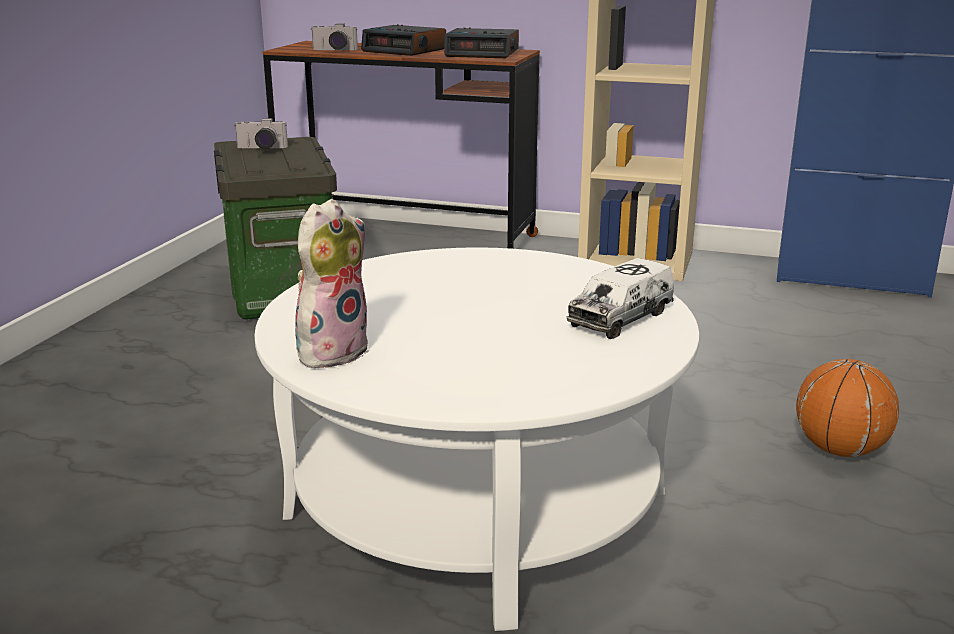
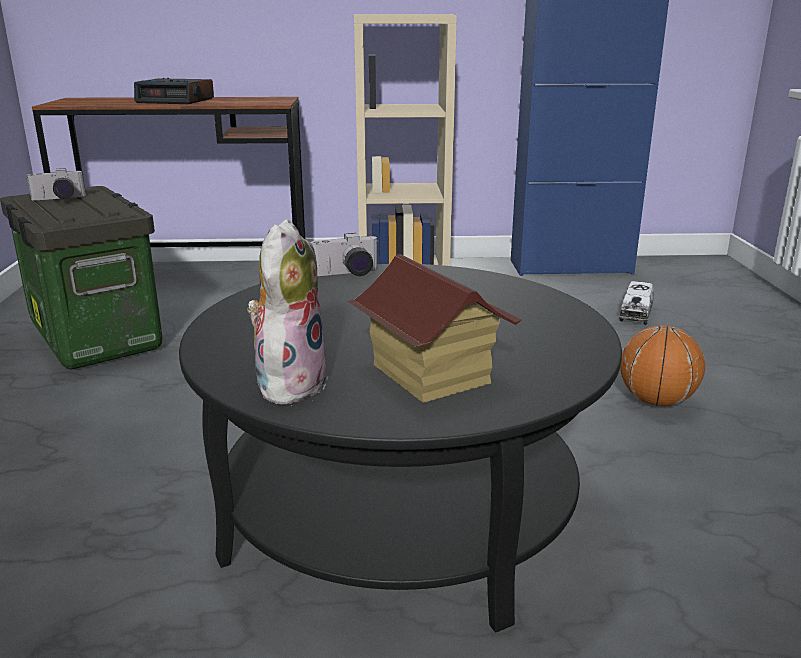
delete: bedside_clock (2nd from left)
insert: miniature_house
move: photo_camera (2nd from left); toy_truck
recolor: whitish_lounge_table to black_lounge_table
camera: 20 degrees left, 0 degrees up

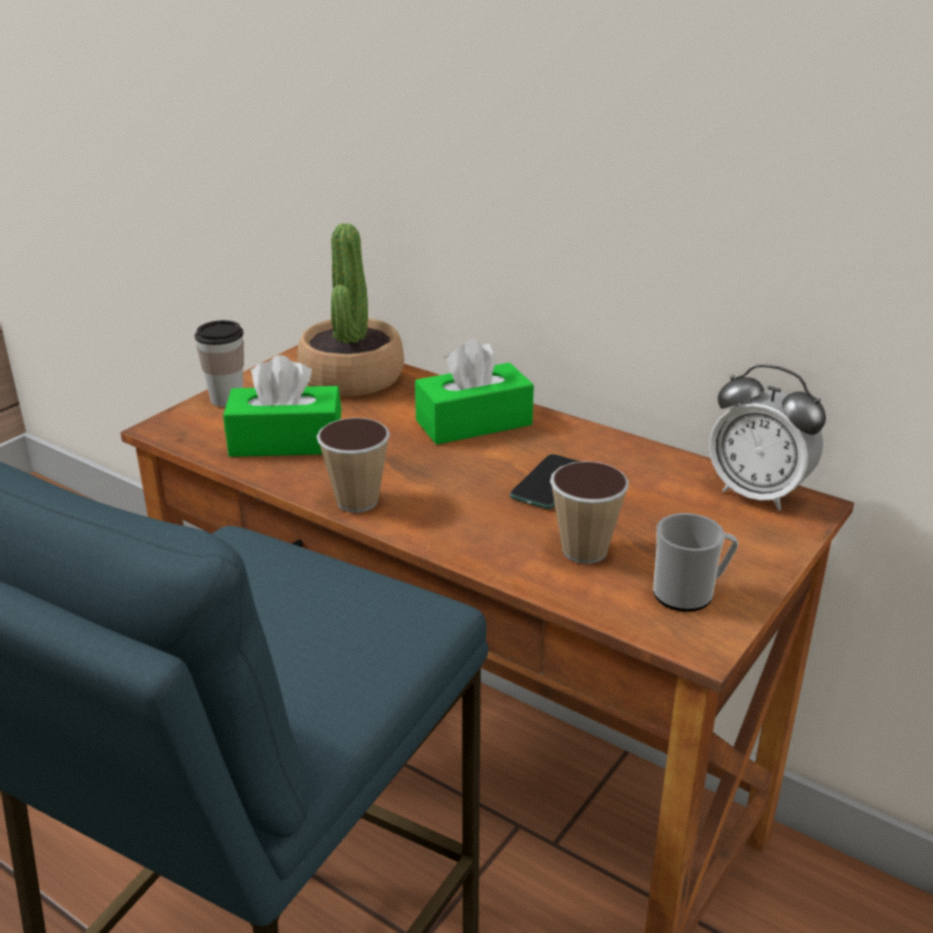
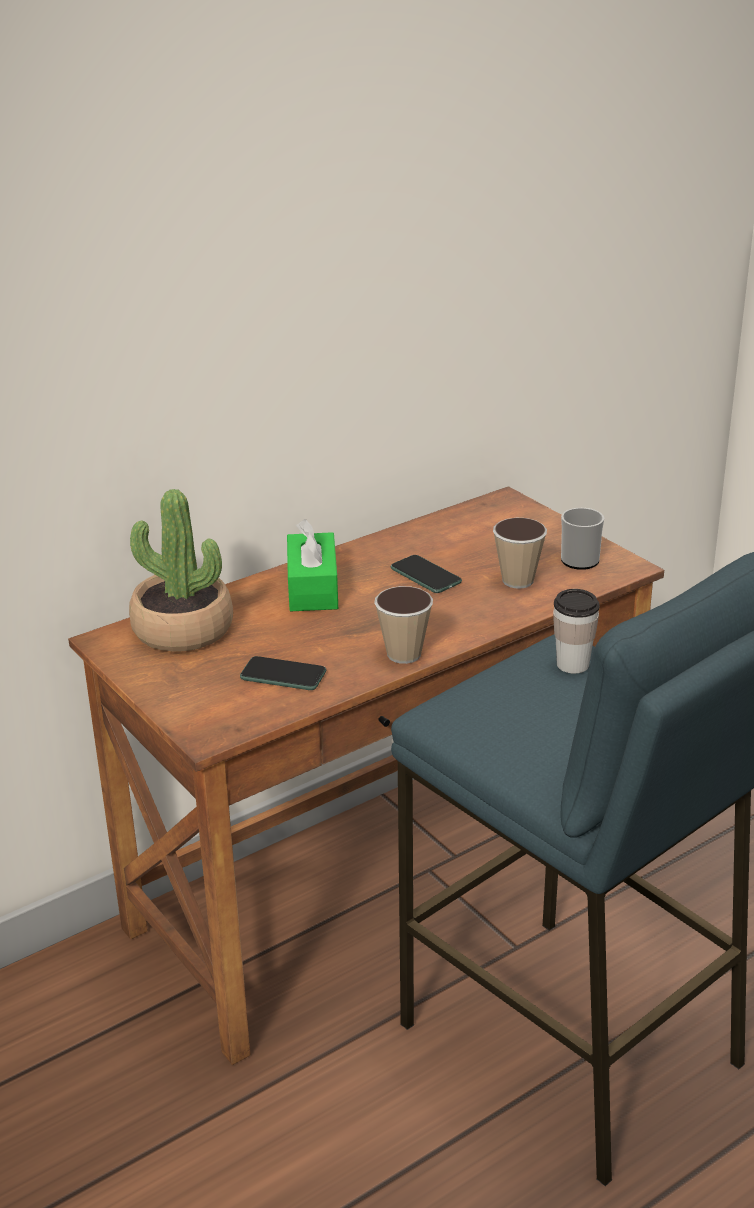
delete: bedside_clock
move: small_cup (1st from left in the first image) to small_cup (3rd from left)
replace: greenish_tissue_box (1st from left) to telephone (1st from left)
camera: 70 degrees left, 0 degrees up

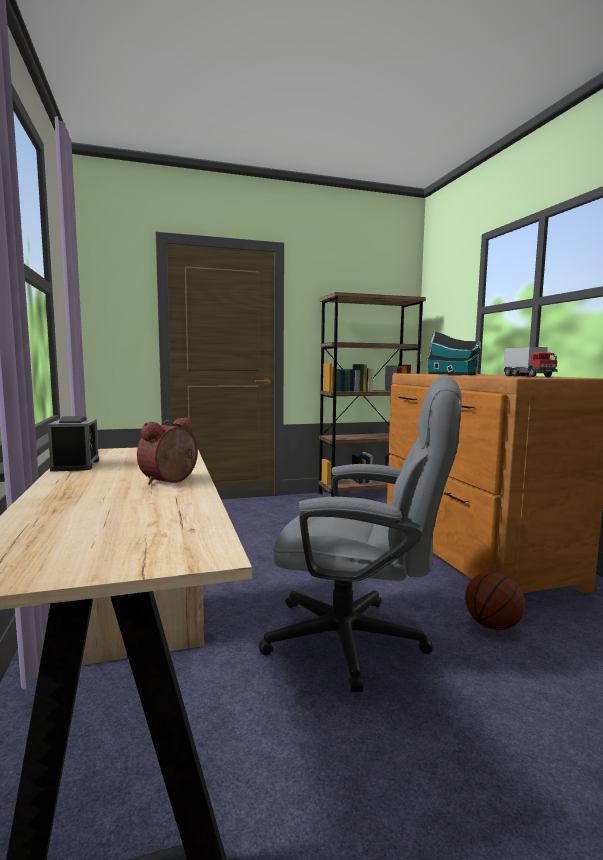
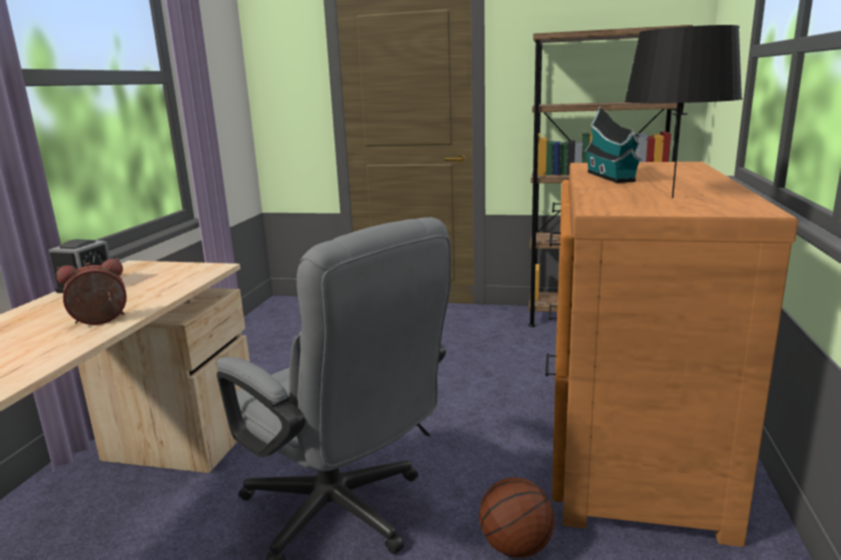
replace: toy_truck to black_lamp_for_a_table
camera: 30 degrees right, 10 degrees up

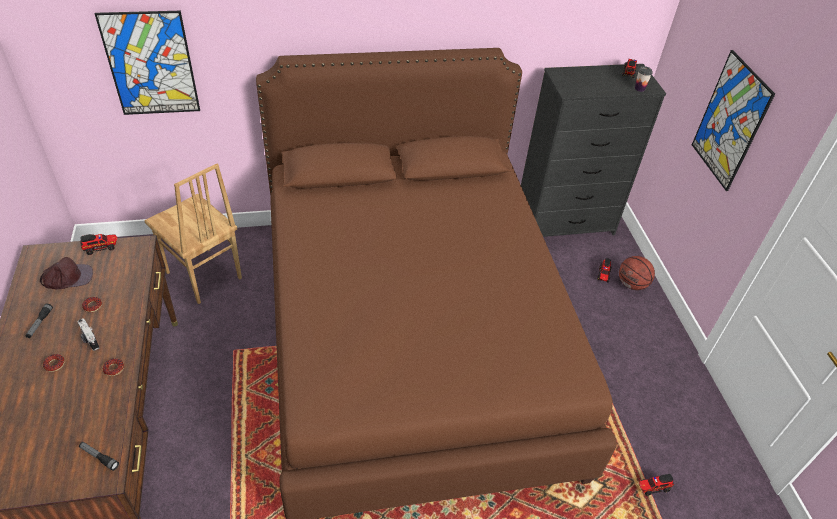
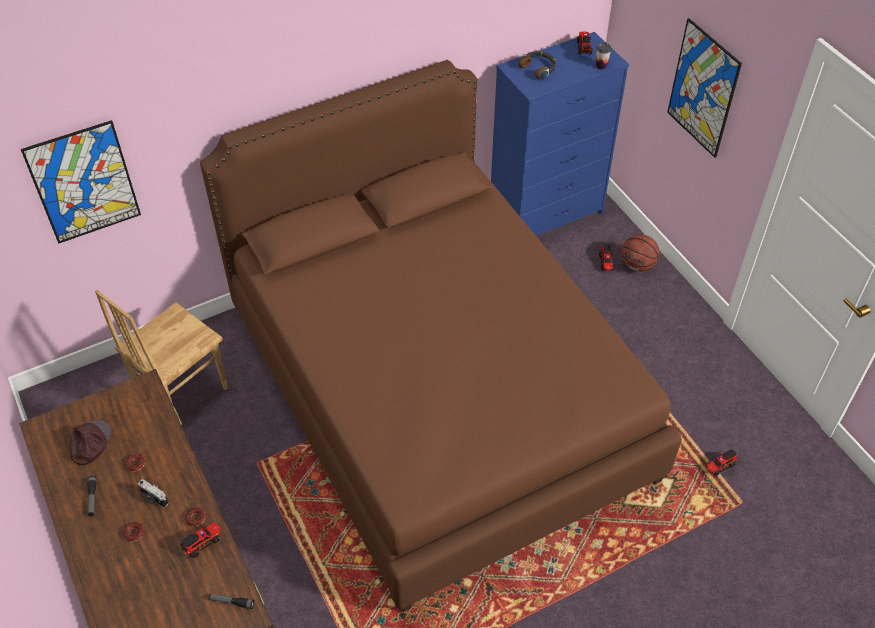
insert: headset
move: toy_truck (1st from left)
recolor: black_drawer_chest to bluish_drawer_chest
rotate: brownish_peaked_cap 45 degrees counterclockwise; brownish_chair 105 degrees clockwise
camera: 15 degrees left, 5 degrees up

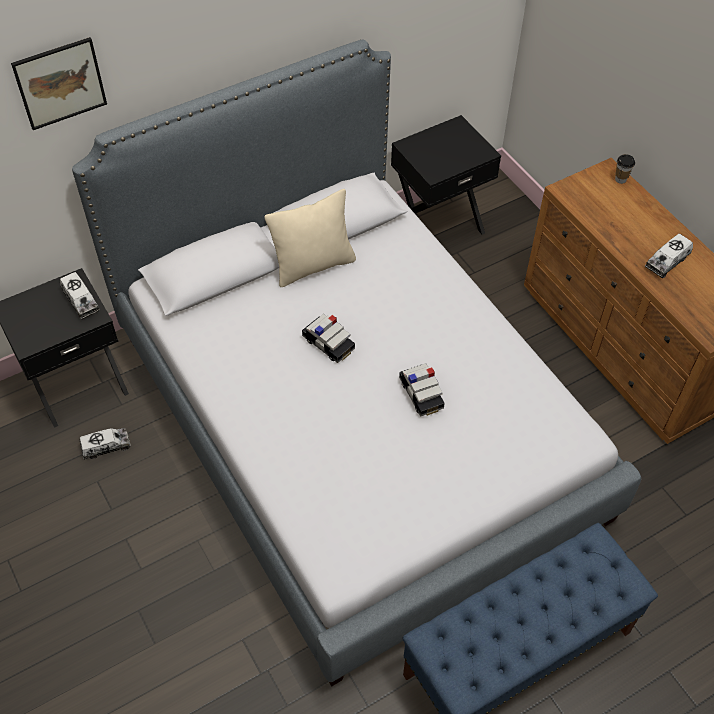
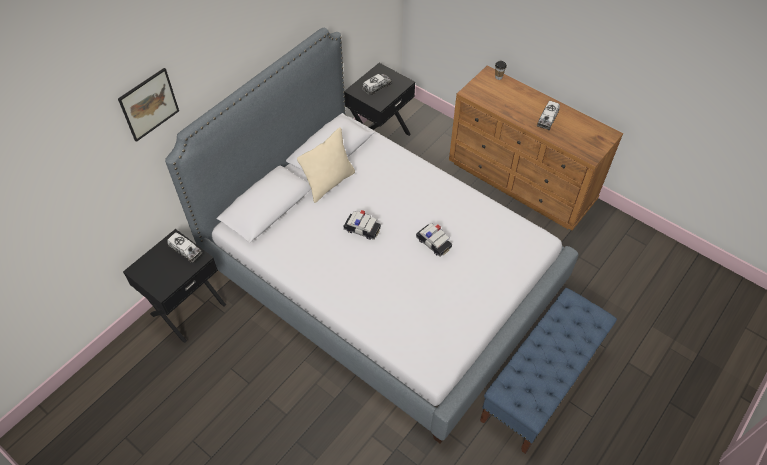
move: toy_truck (2nd from left)
camera: 20 degrees left, 0 degrees up

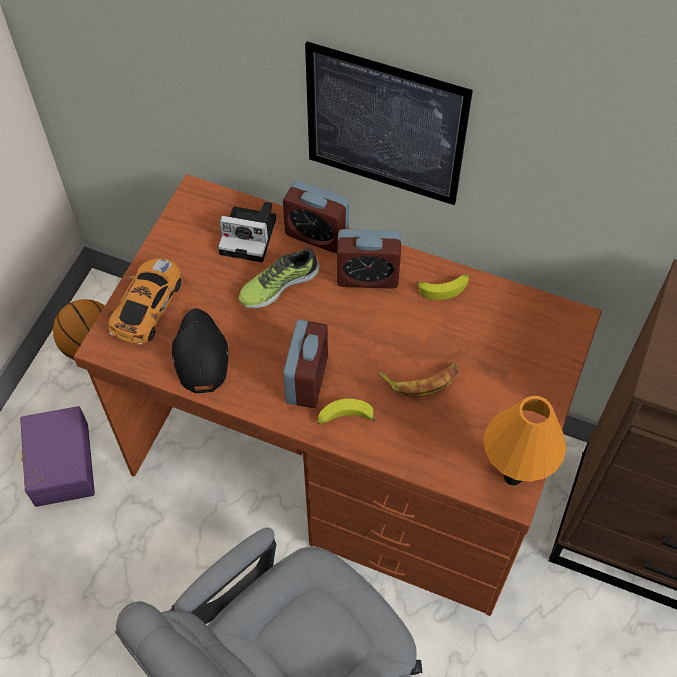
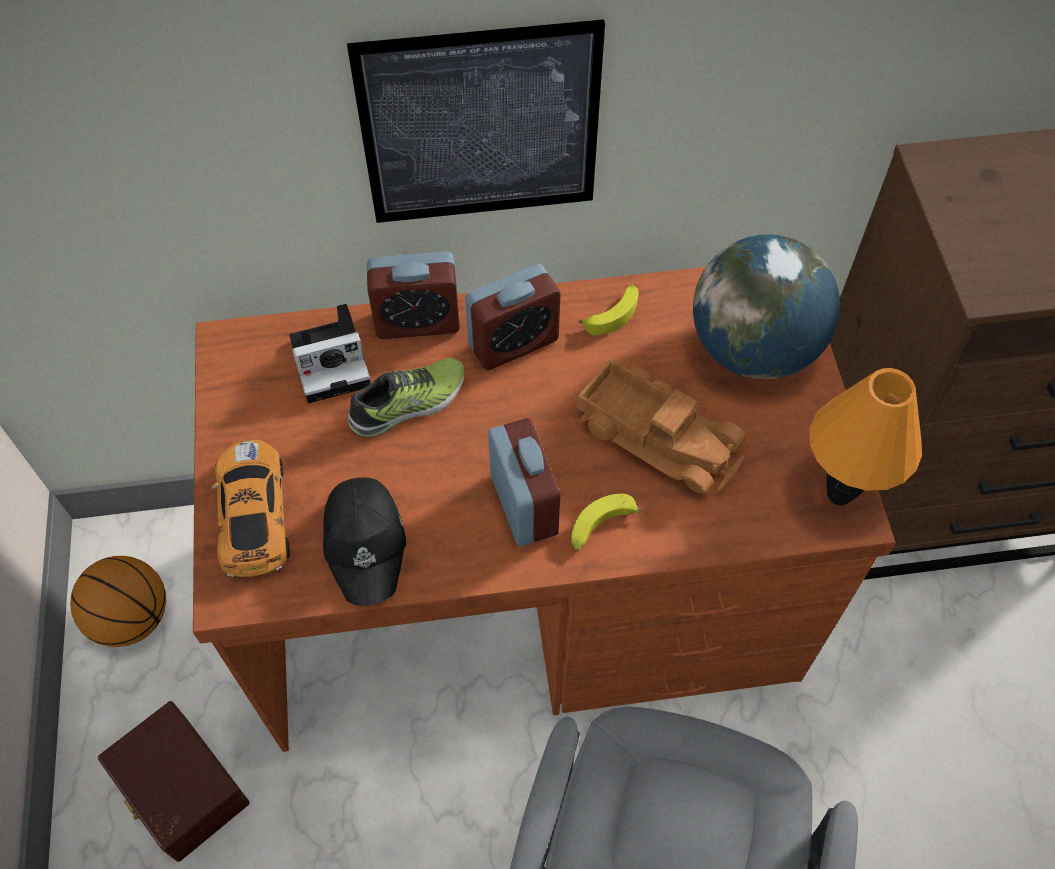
insert: globe
replace: banana_fruit (2nd from left) to toy_truck
recolor: purplish_storage_box to brownish_storage_box
rotate: black_peaked_cap 150 degrees counterclockwise; low_shoe 150 degrees counterclockwise
camera: 30 degrees left, 0 degrees up

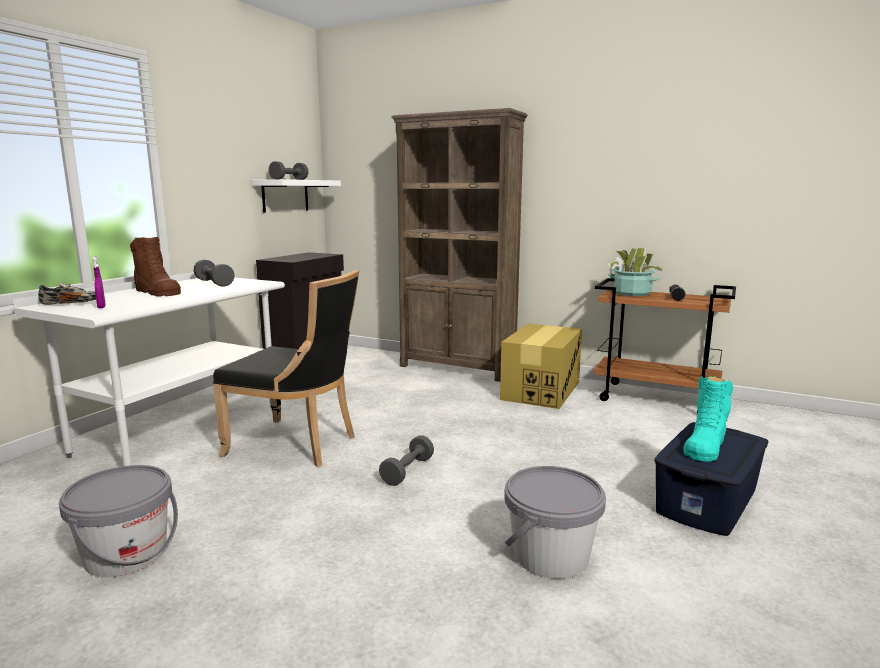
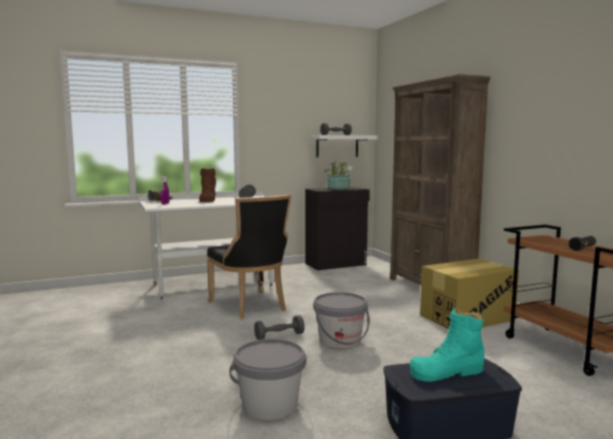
move: gray_water_bucket (1st from left in the first image) to gray_water_bucket (2nd from left); potted_plant
camera: 40 degrees right, 5 degrees down

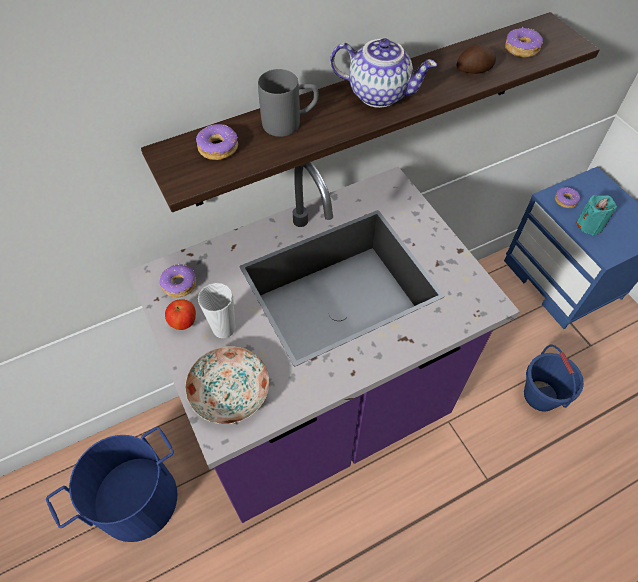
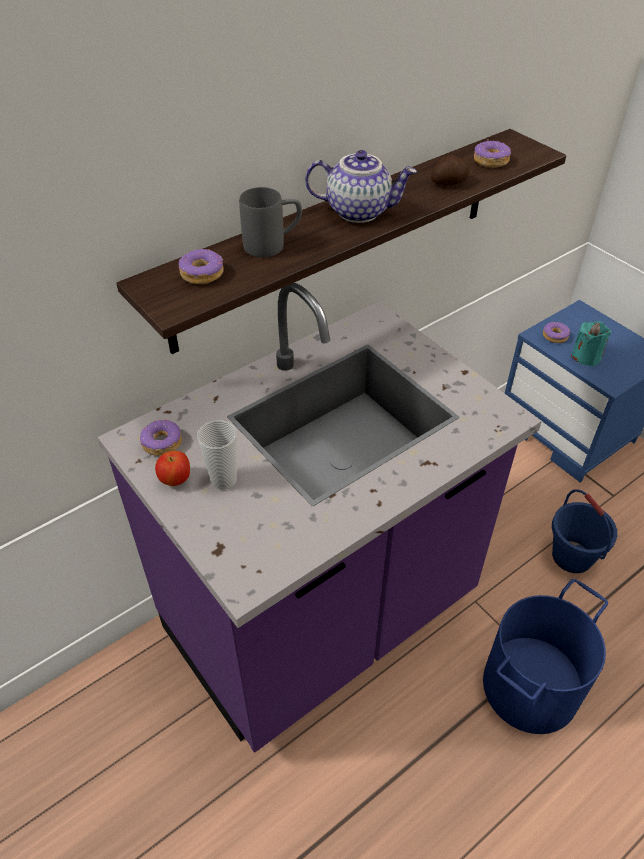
delete: flat_dish
move: bluish_water_bucket (1st from left)
camera: 10 degrees left, 10 degrees down

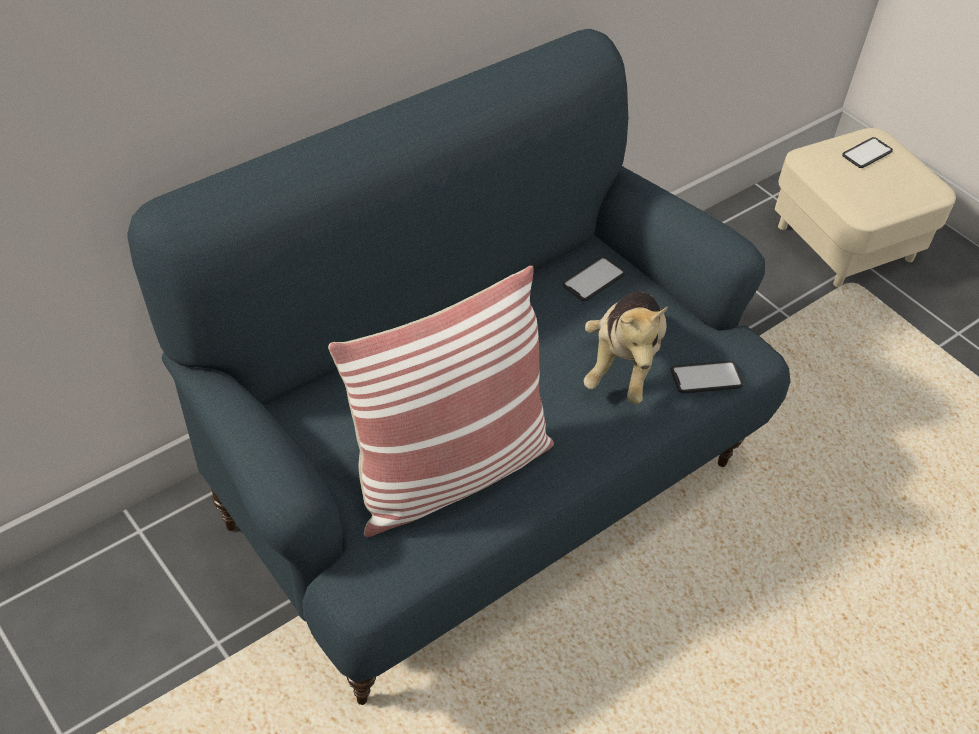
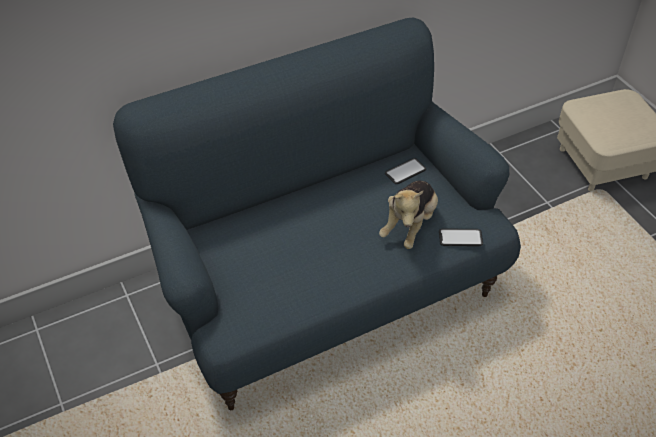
delete: pillow; telephone (3rd from left)
camera: 15 degrees right, 0 degrees up

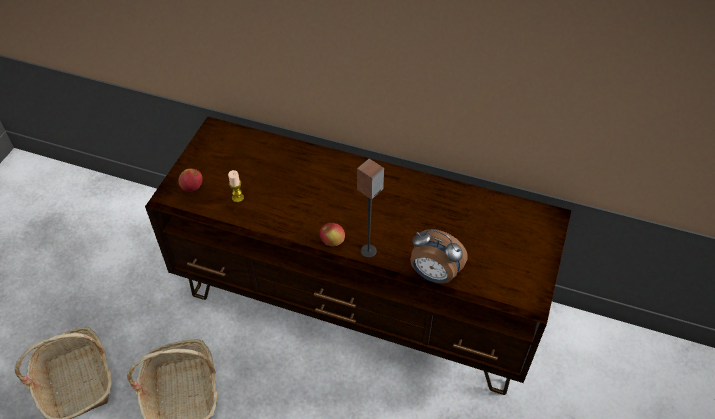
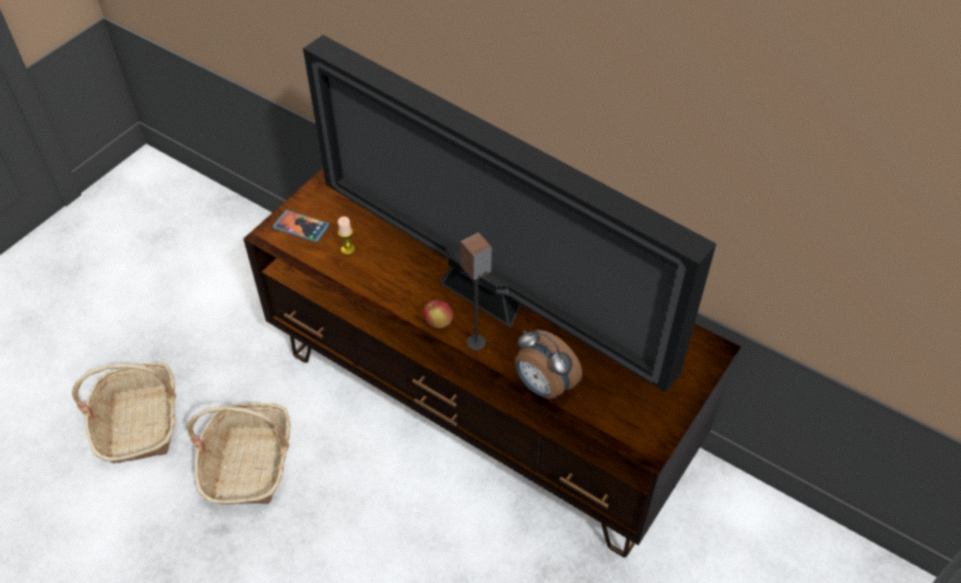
insert: television
replace: apple (1st from left) to telephone
camera: 15 degrees right, 0 degrees up

